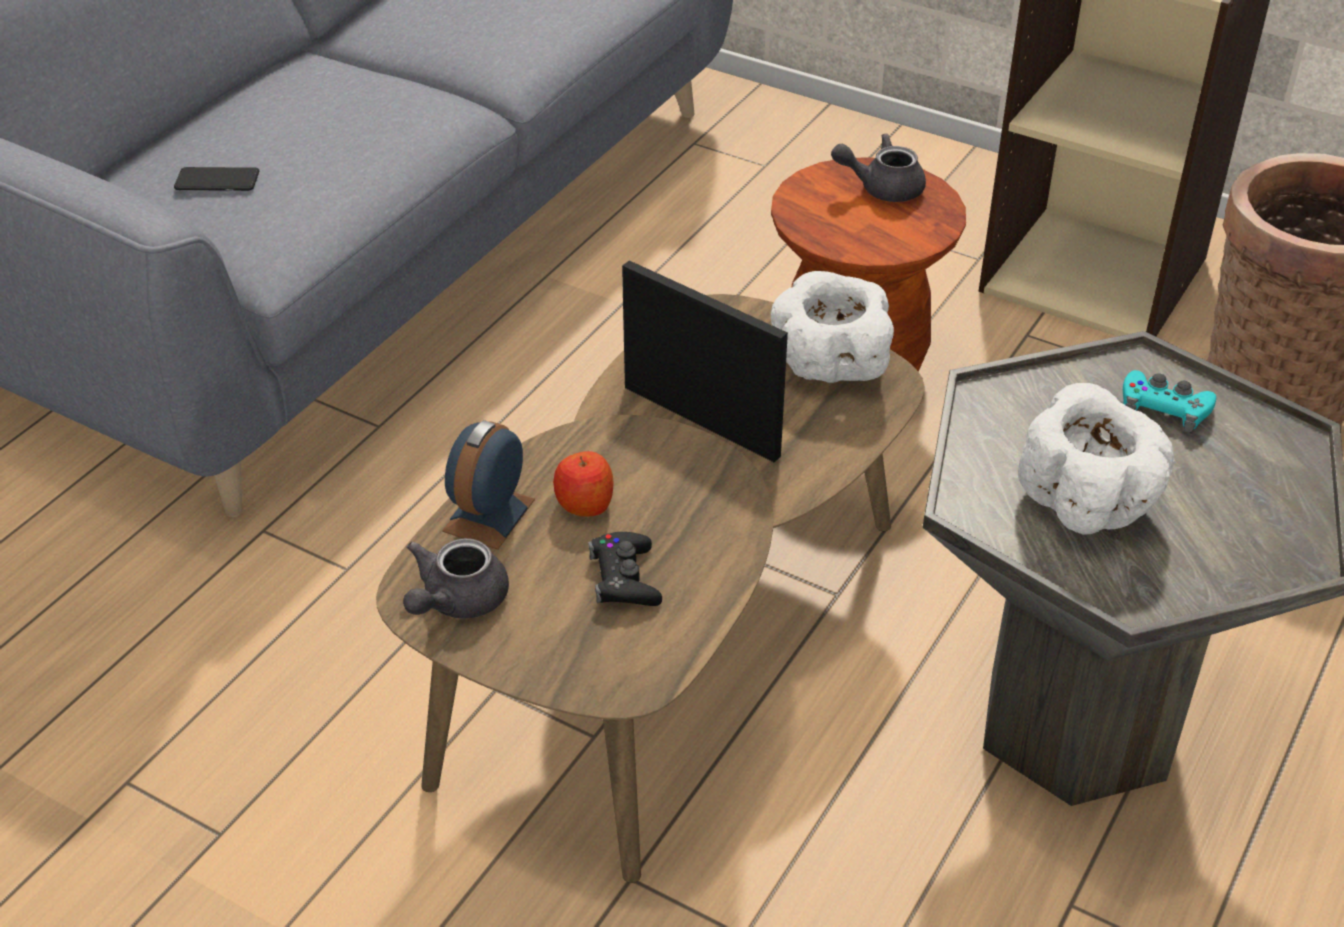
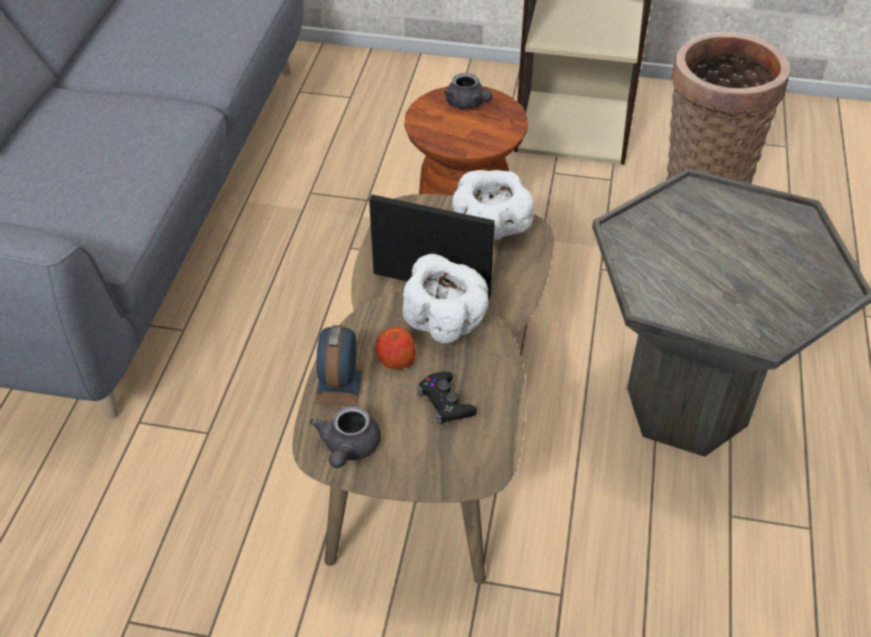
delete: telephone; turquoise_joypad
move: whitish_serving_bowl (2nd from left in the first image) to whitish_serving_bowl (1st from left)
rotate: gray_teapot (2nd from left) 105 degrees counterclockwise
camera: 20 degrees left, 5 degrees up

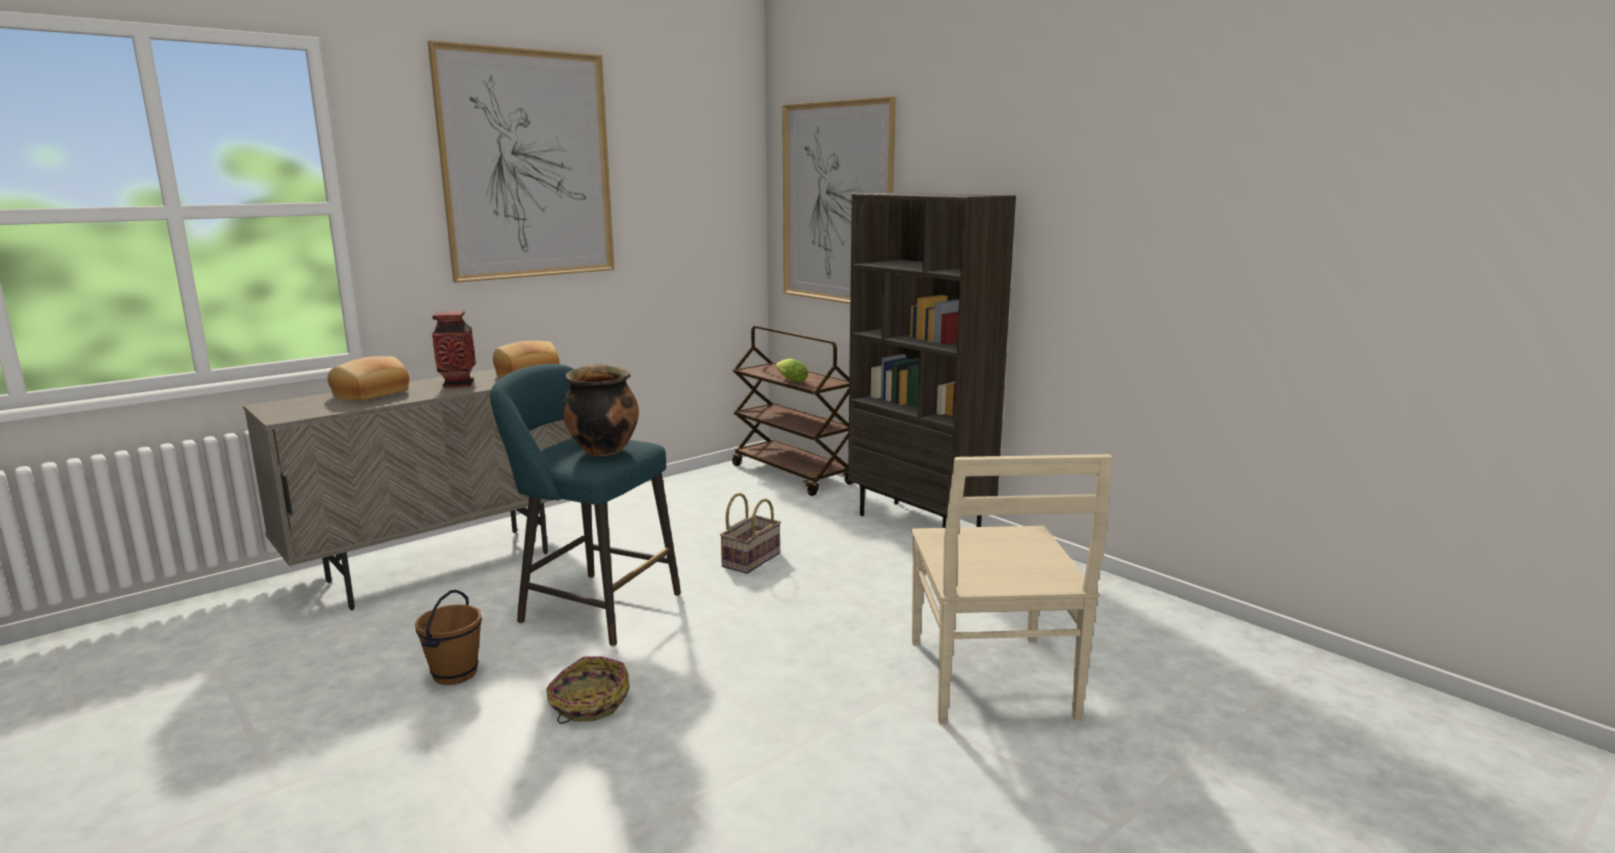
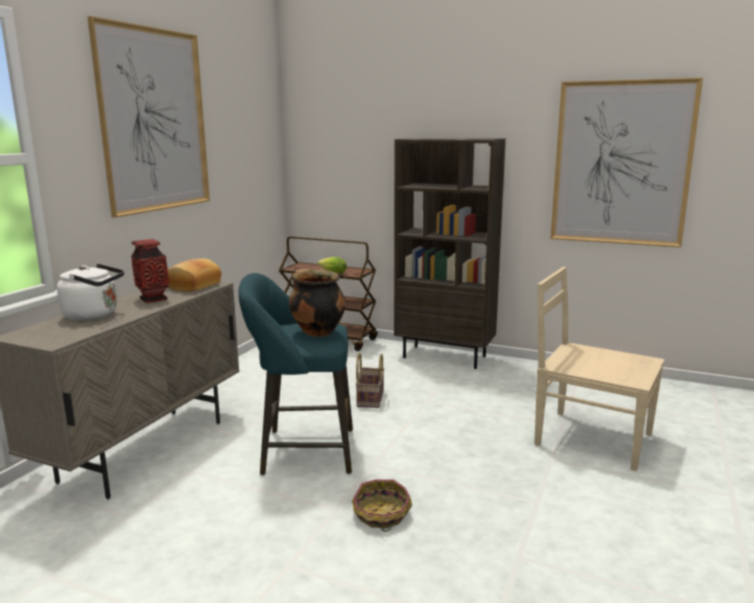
delete: brownish_water_bucket
move: wall_art (2nd from left)
replace: bakery_bread (1st from left) to whitish_kettle
rotate: beige_chair 150 degrees clockwise
camera: 25 degrees left, 0 degrees up

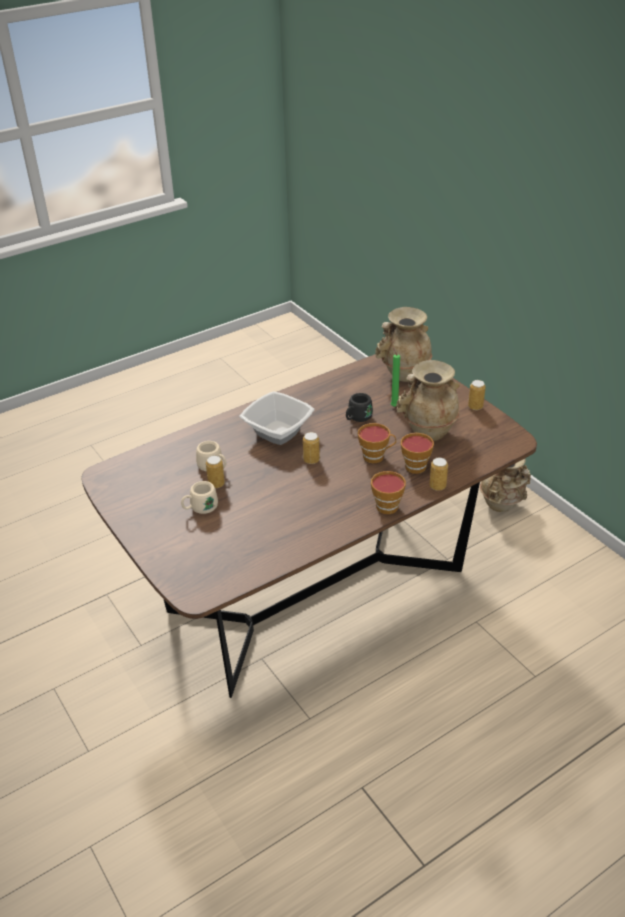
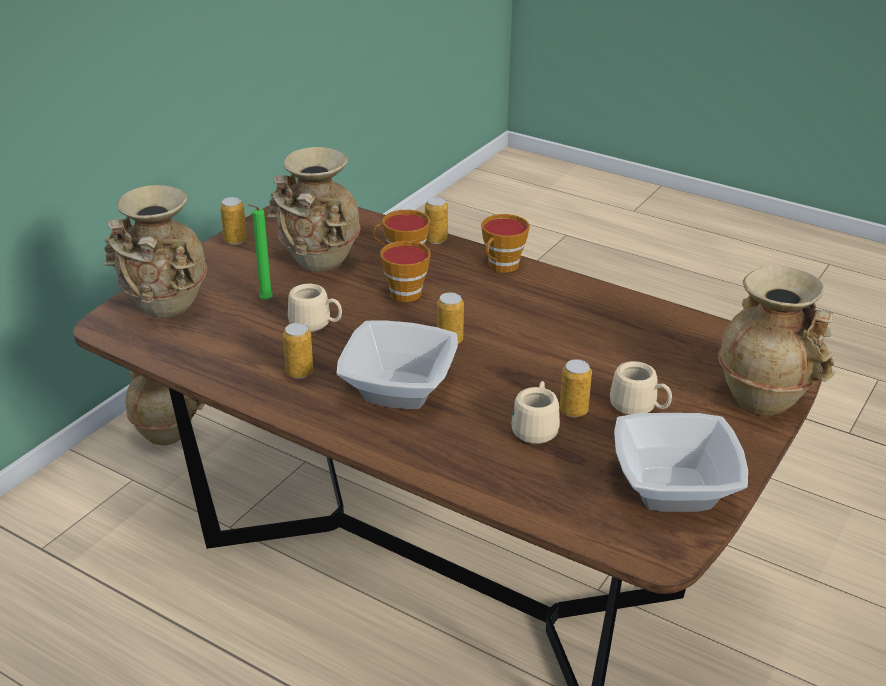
insert: metal_can (2nd from left); serving_bowl (2nd from left); beige_decorative_vase (4th from left)
recolor: black_coffee_mug to beige_coffee_mug (1st from left)
camera: 115 degrees left, 5 degrees down

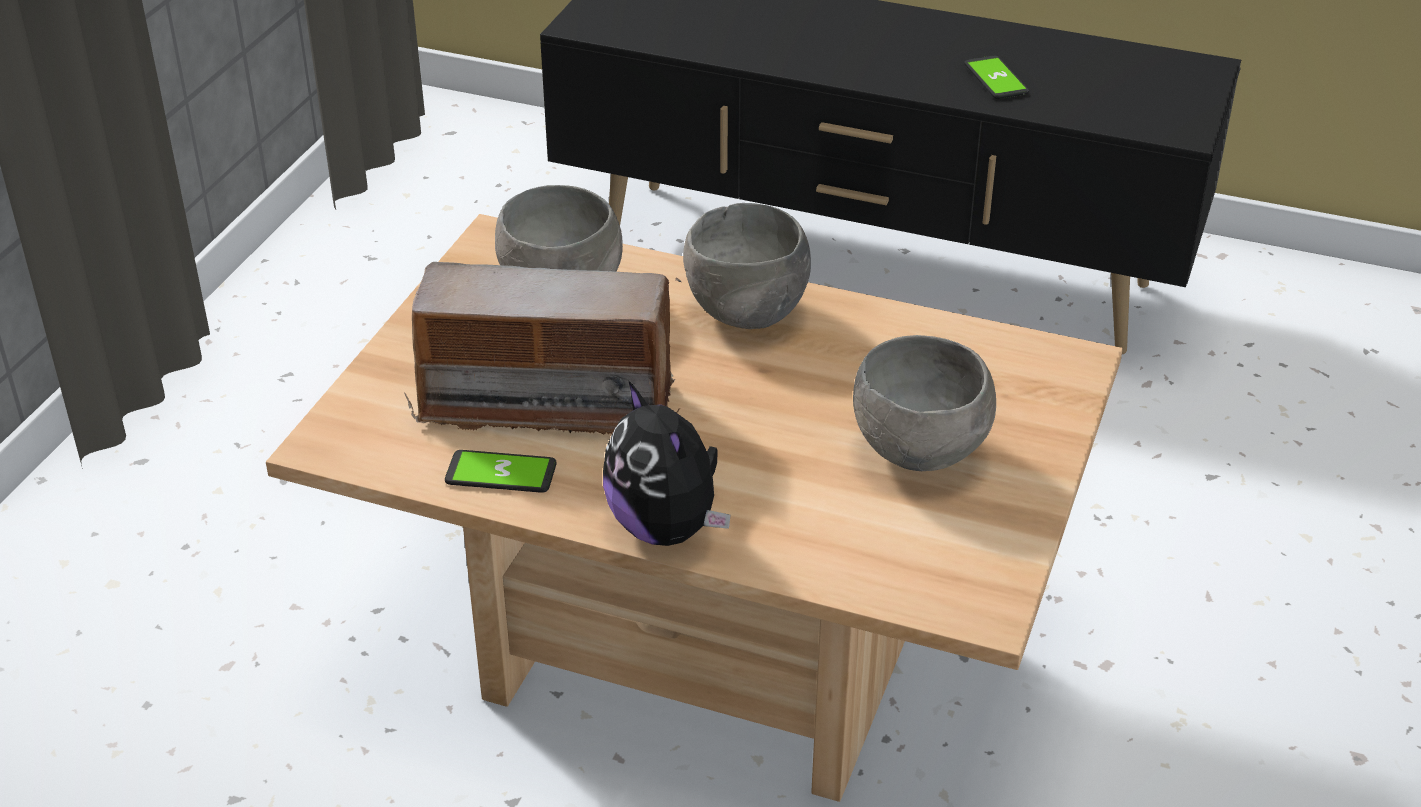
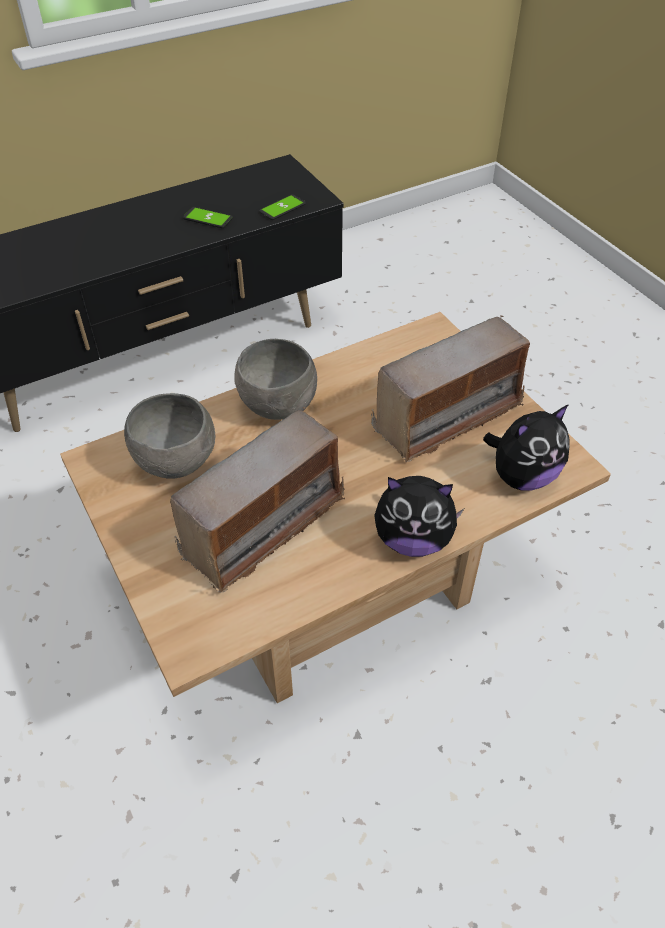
insert: soft_toy (2nd from left)
move: telephone (1st from left in the first image) to telephone (2nd from left)
replace: gray_serving_bowl (3rd from left) to radio_receiver (2nd from left)
camera: 50 degrees left, 10 degrees up

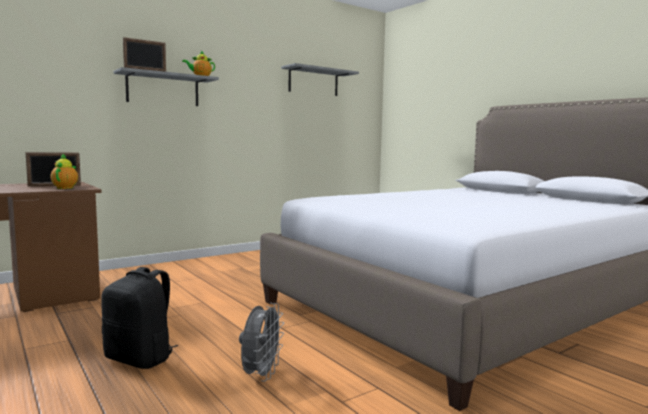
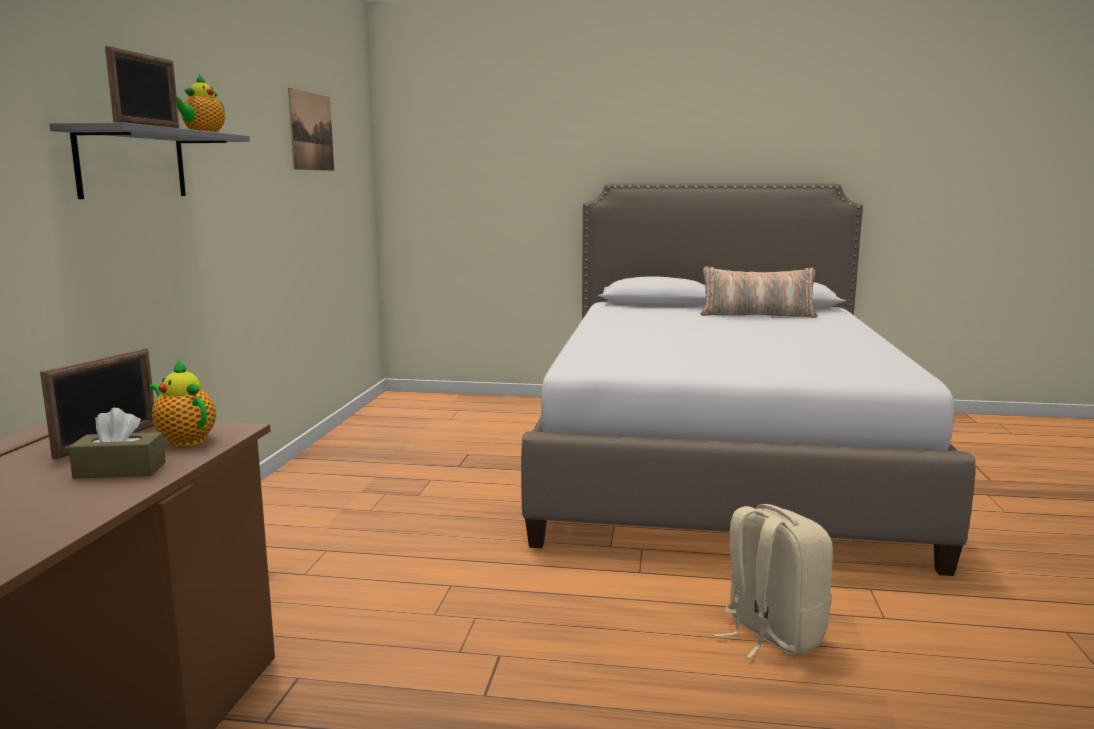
delete: black_knapsack
insert: brownish_tissue_box; pillow
replace: gray_fan to beige_knapsack; gray_bracket_shelf (2nd from left) to wall_art
camera: 45 degrees left, 5 degrees up

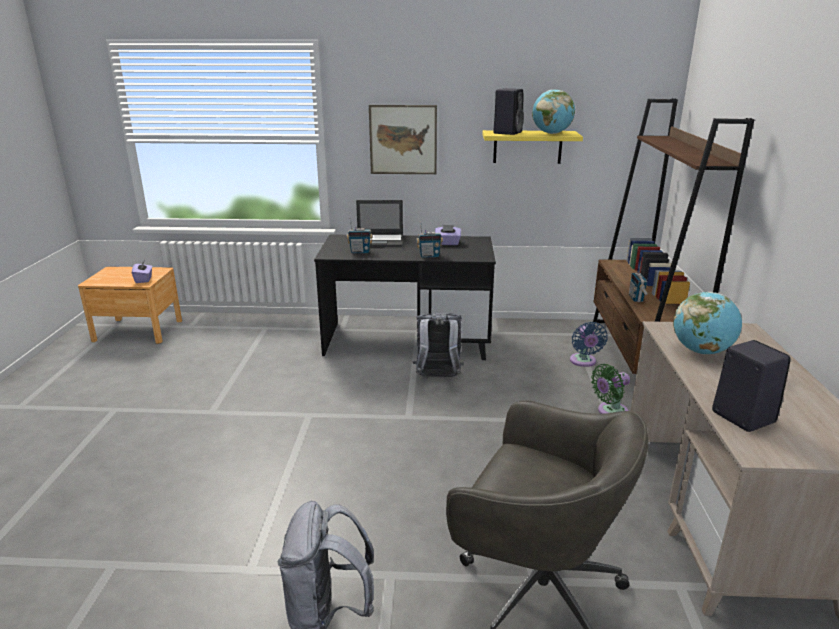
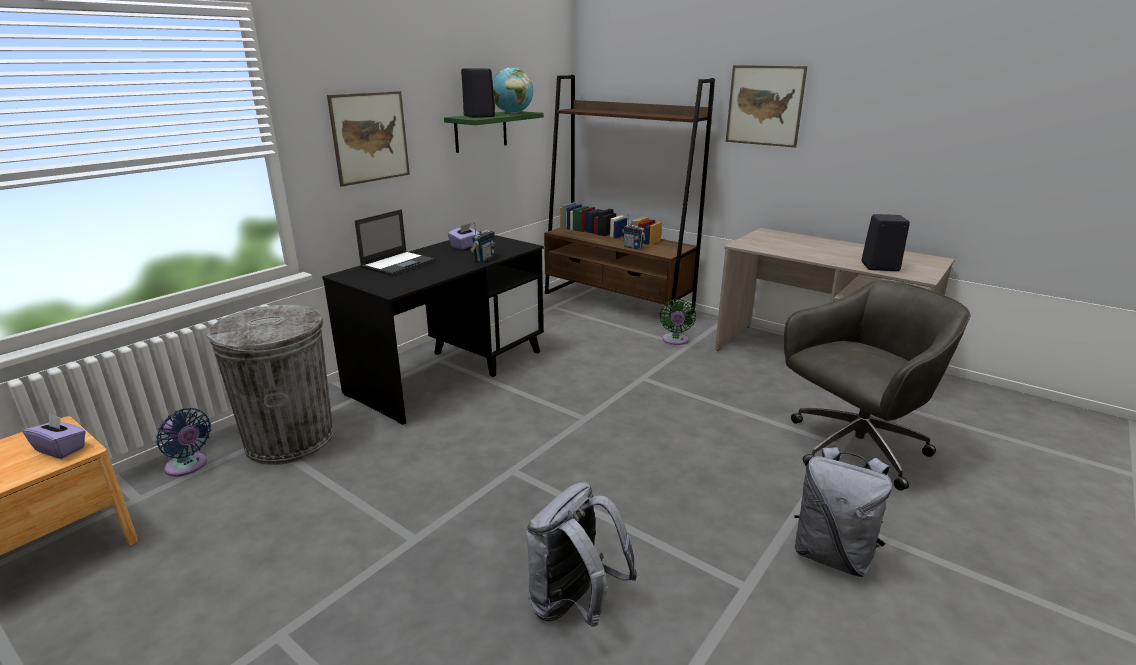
delete: radio_receiver (1st from left); globe (2nd from left)
insert: gray_waste_bin; wall_art (2nd from left)
move: gray_knapsack (2nd from left in the first image) to gray_knapsack (1st from left); bluish_fan
recolor: yellowish_bracket_shelf to greenish_bracket_shelf
camera: 55 degrees left, 0 degrees up

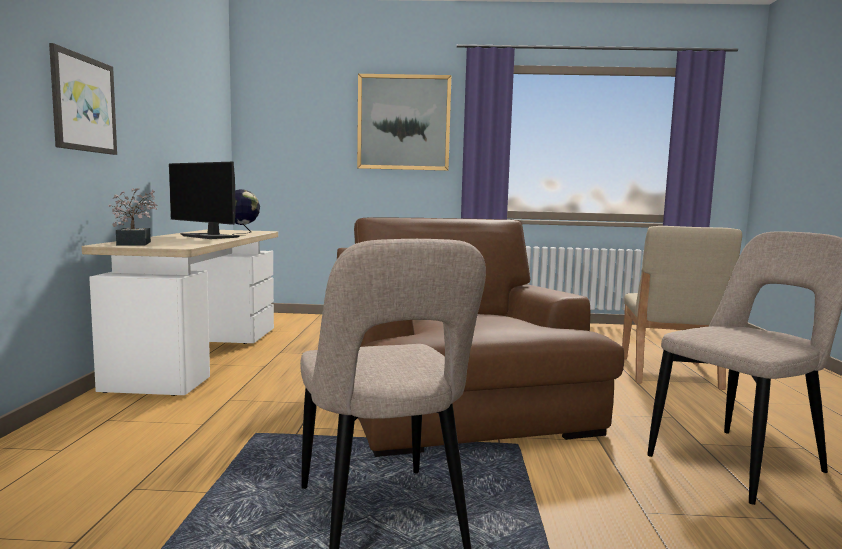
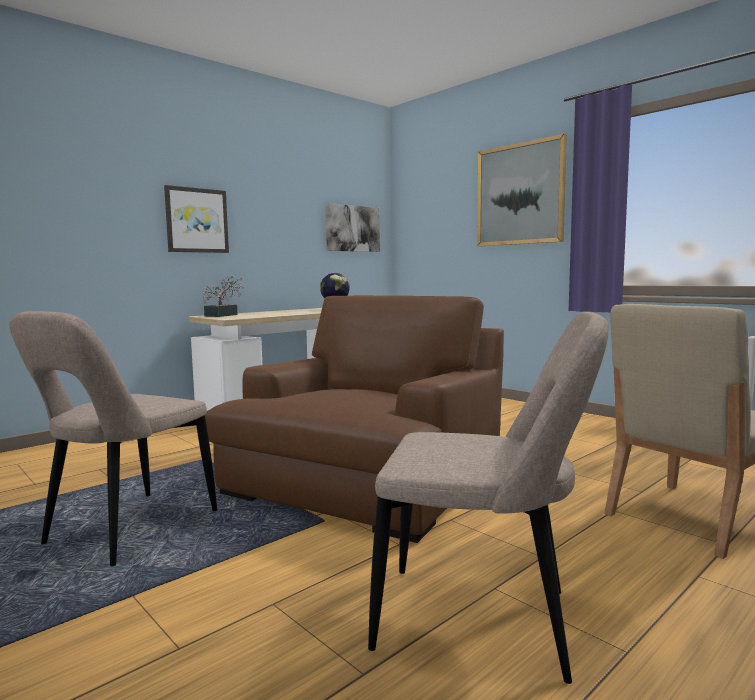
delete: computer_screen
insert: wall_art (2nd from left)
camera: 45 degrees right, 0 degrees up

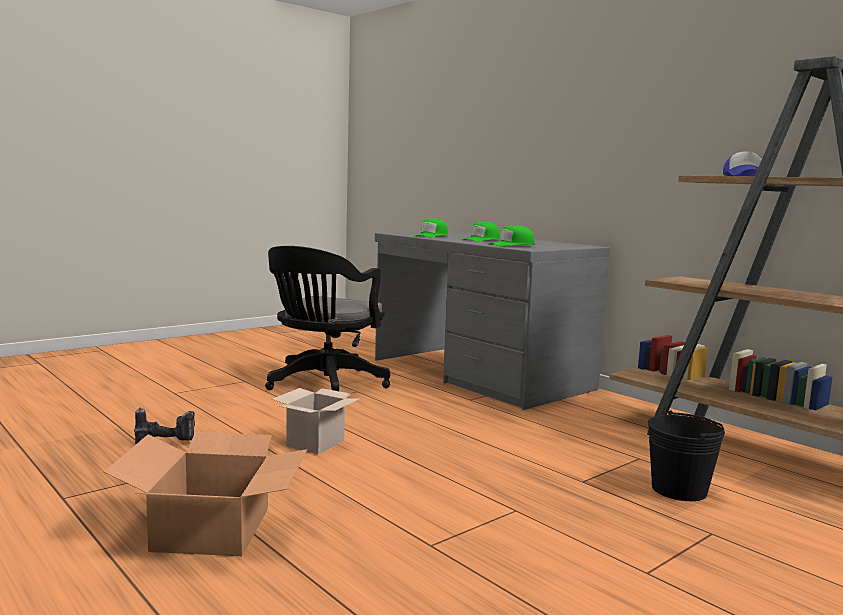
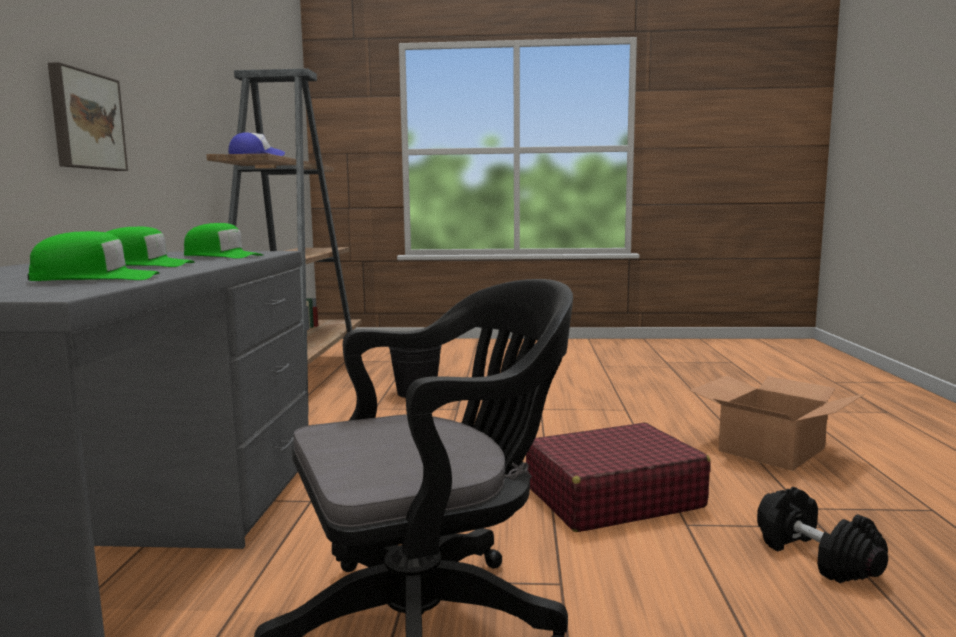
insert: wall_art
replace: electric_drill to black_hand_weight; packing_box (2nd from left) to red_piece_of_luggage
camera: 135 degrees left, 0 degrees up

